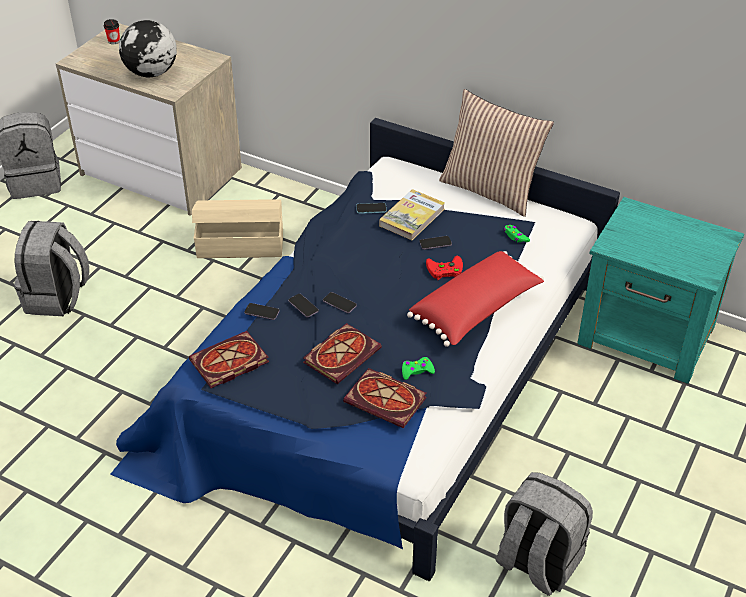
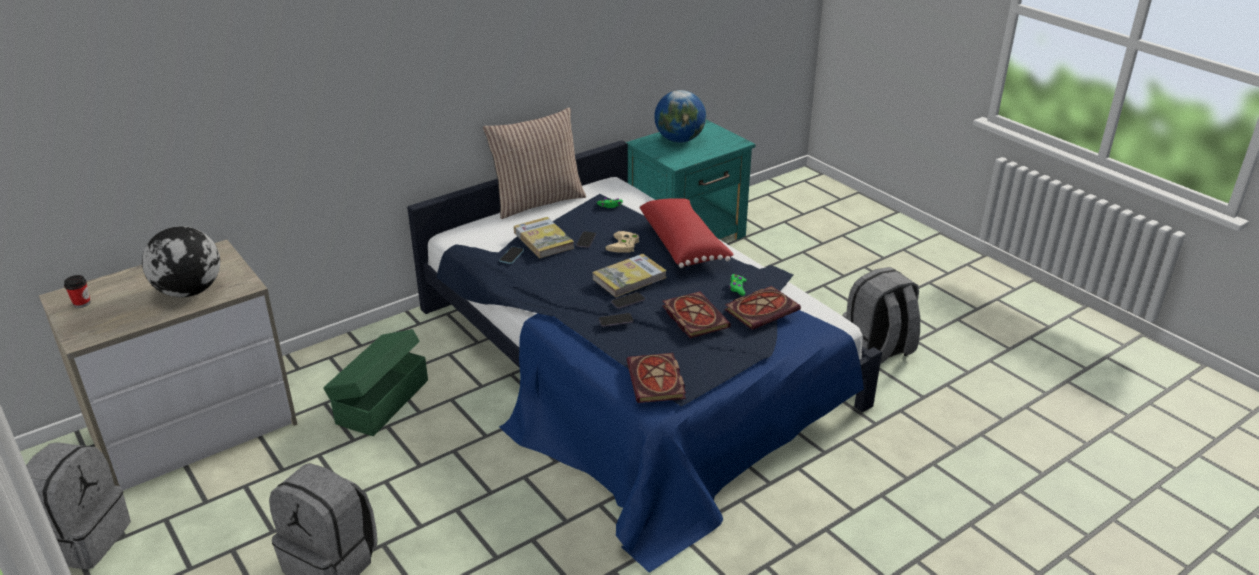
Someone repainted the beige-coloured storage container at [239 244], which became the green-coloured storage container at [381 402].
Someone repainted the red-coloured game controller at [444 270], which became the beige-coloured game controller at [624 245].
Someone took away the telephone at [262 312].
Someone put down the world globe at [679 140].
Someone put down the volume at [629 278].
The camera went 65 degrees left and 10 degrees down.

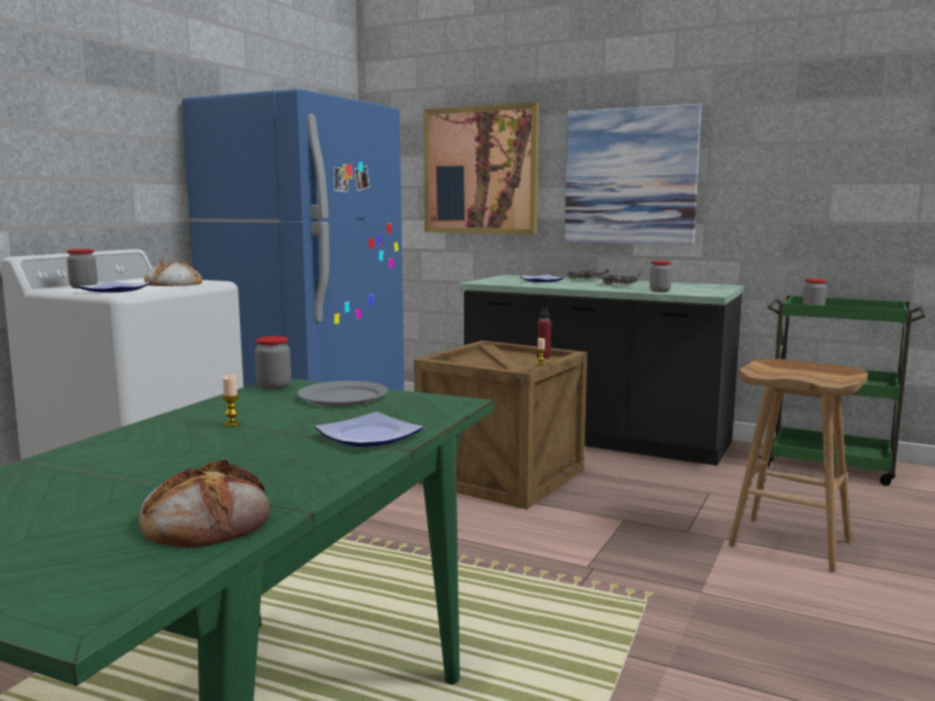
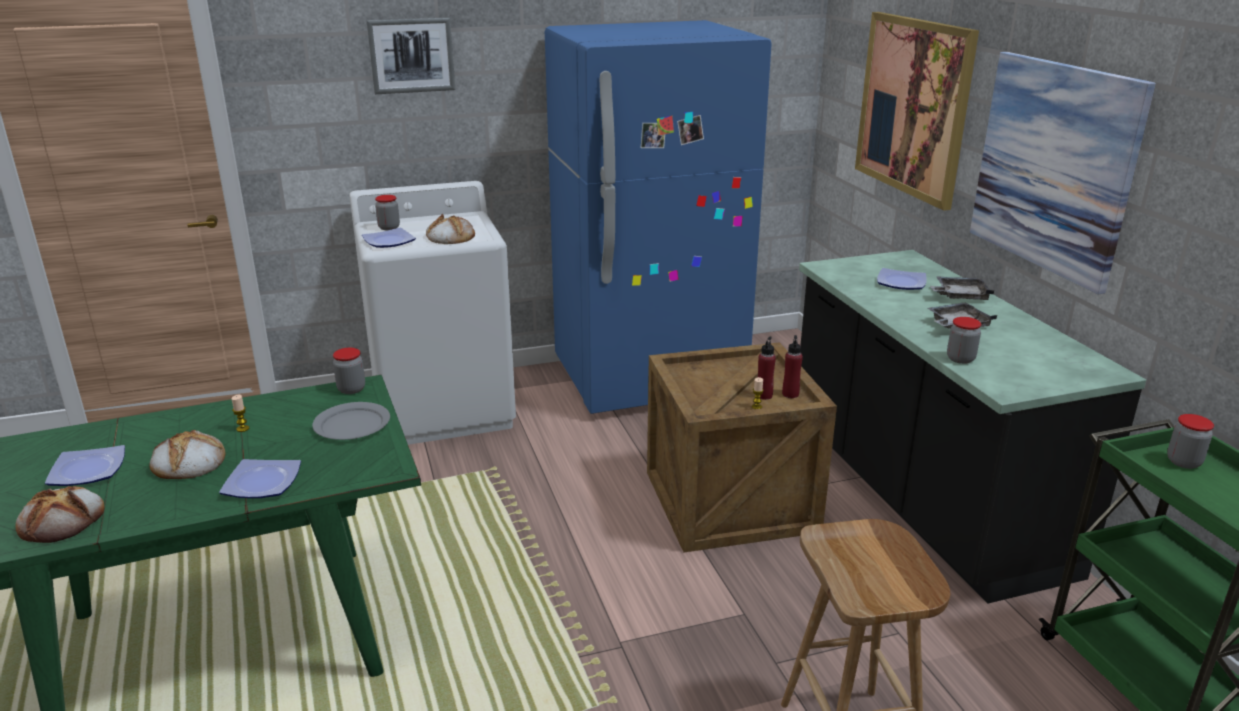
Someone put up the picture at [411 55].
Someone put down the red-coloured drink bottle at [764 395].
Someone put down the bread at [188 462].
Someone put down the dinner plate at [89 470].
The camera went 45 degrees right and 15 degrees up.

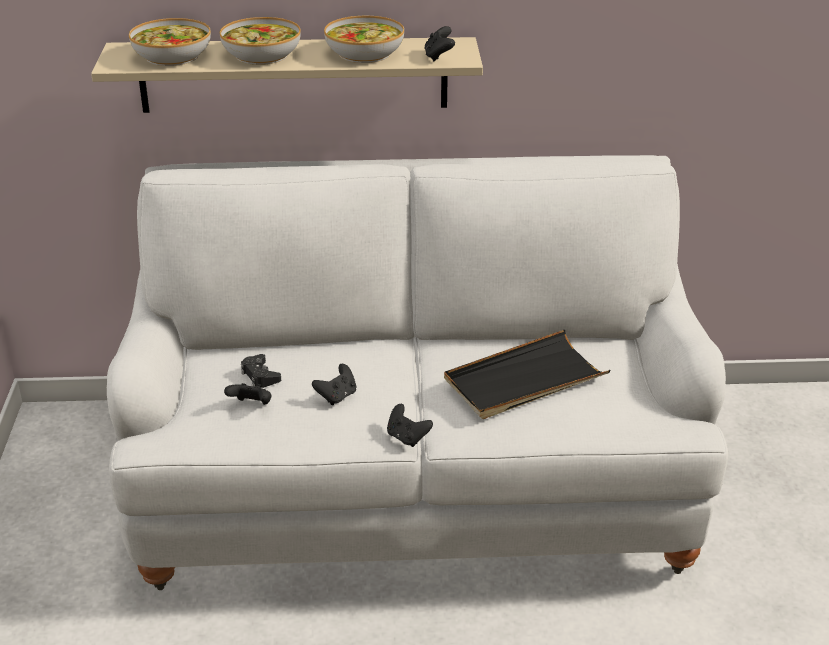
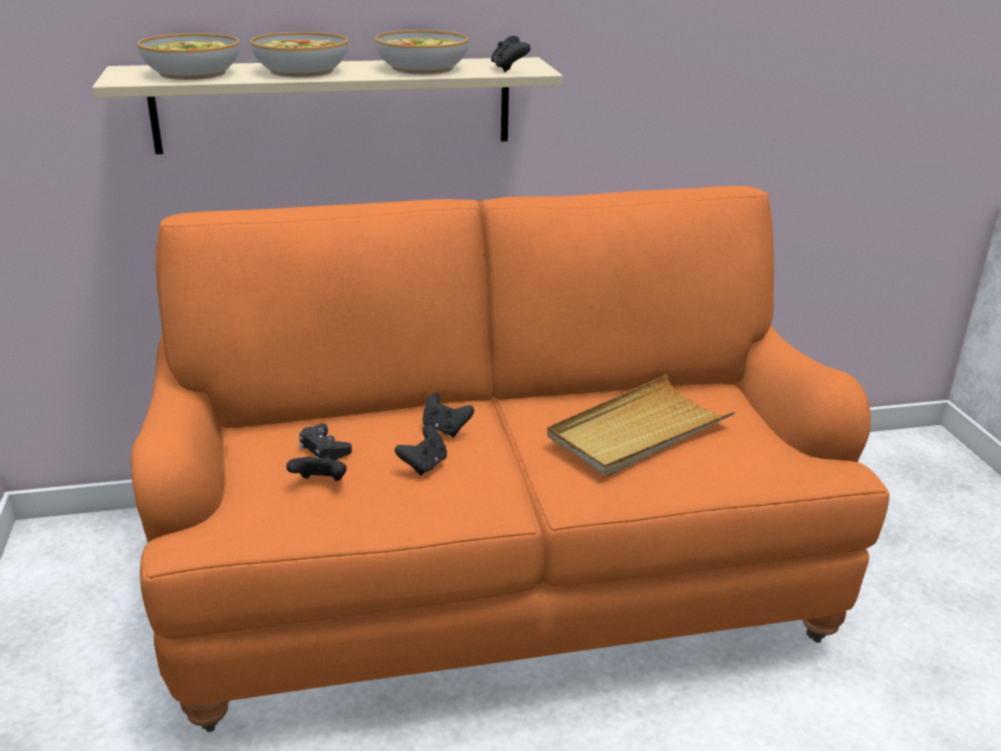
Someone repainted the white settee at [414 489], which became the orange settee at [496 577].
Someone repainted the blackish tray at [524 380], which became the beige-coloured tray at [638 431].
Someone carried the blackish game controller from [407 438] to [445 429].
The camera went 10 degrees left and 5 degrees down.

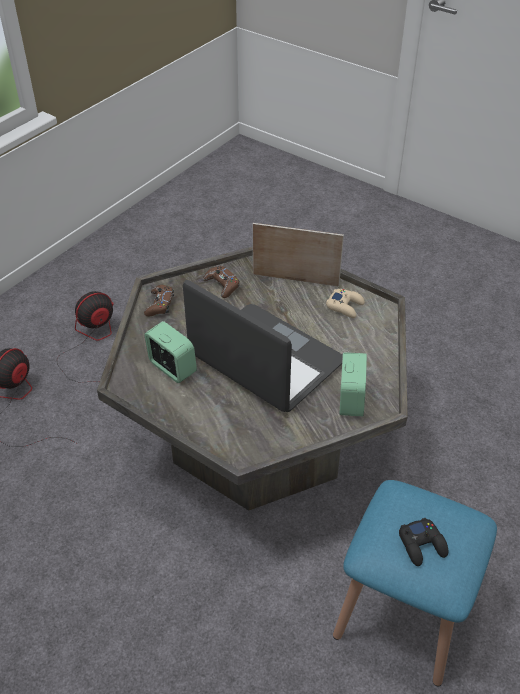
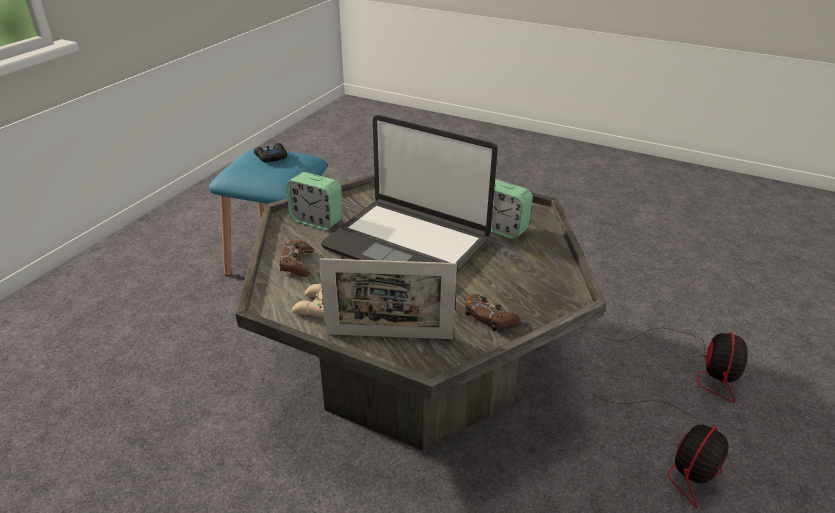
Someone carried the brown-coloured game controller from [159 305] to [297 264].
Someone rotated the bedside clock at [351 400] by 60 degrees counterclockwise.
The camera went 170 degrees right and 10 degrees down.

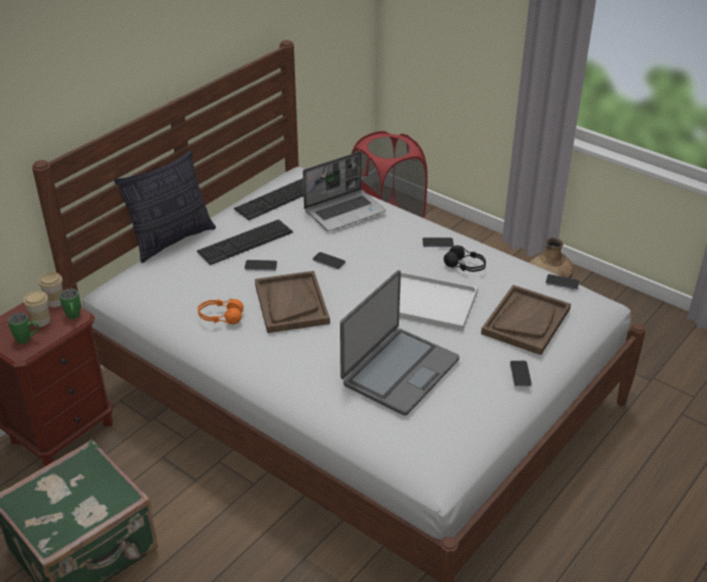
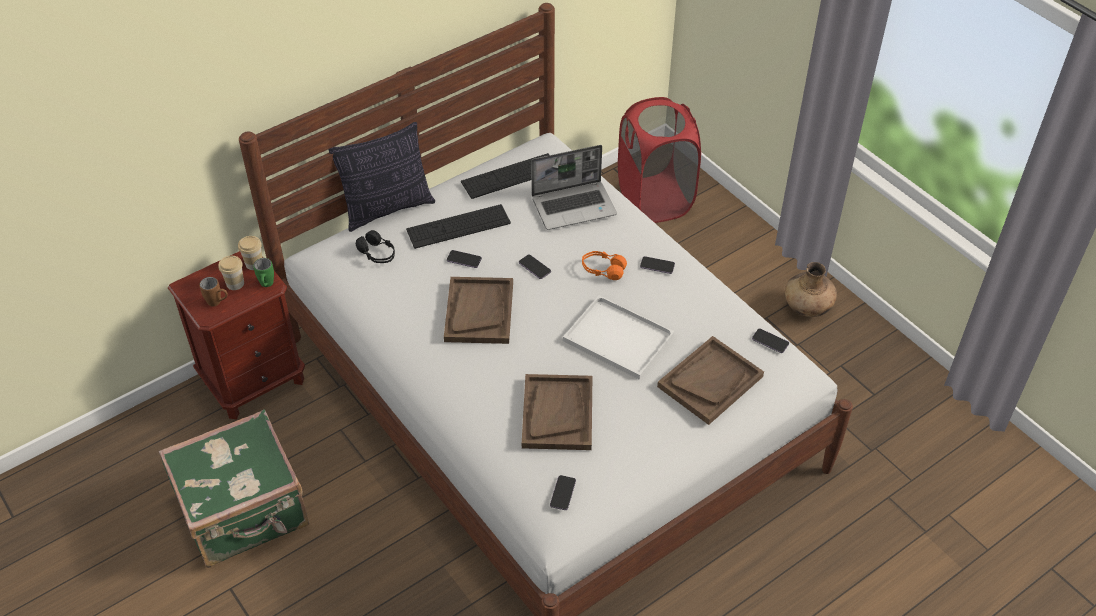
Someone carried the blackish headset from [465 266] to [377 254].
Someone swapped the portable computer at [399 371] for the brown-coloured tray at [557 413].
Someone carried the orange headset from [220 317] to [603 270].
Someone repainted the green-coloured tea mug at [28 339], which became the brown-coloured tea mug at [218 302].
Someone carried the telephone from [520 374] to [563 493].
The camera went 15 degrees right and 10 degrees up.

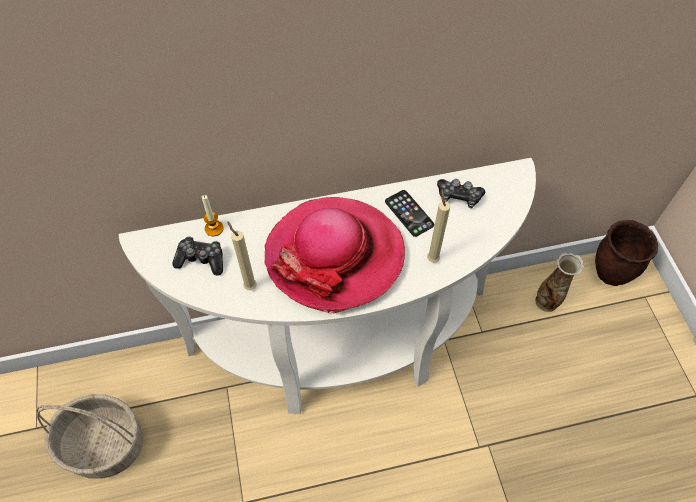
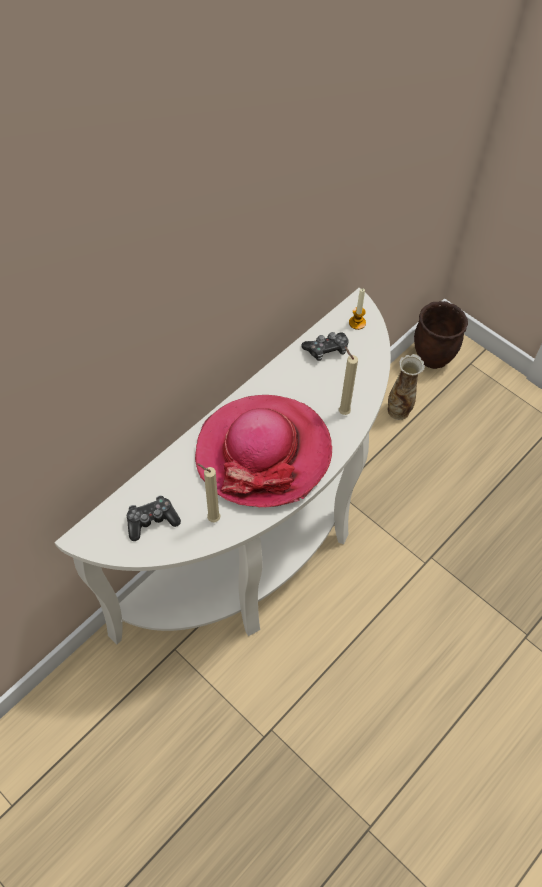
Someone took away the telephone at [409 213].
Someone carried the wax light from [214 228] to [357 323].
Someone took away the storage basket at [104 445].
The camera went 35 degrees left and 0 degrees up.

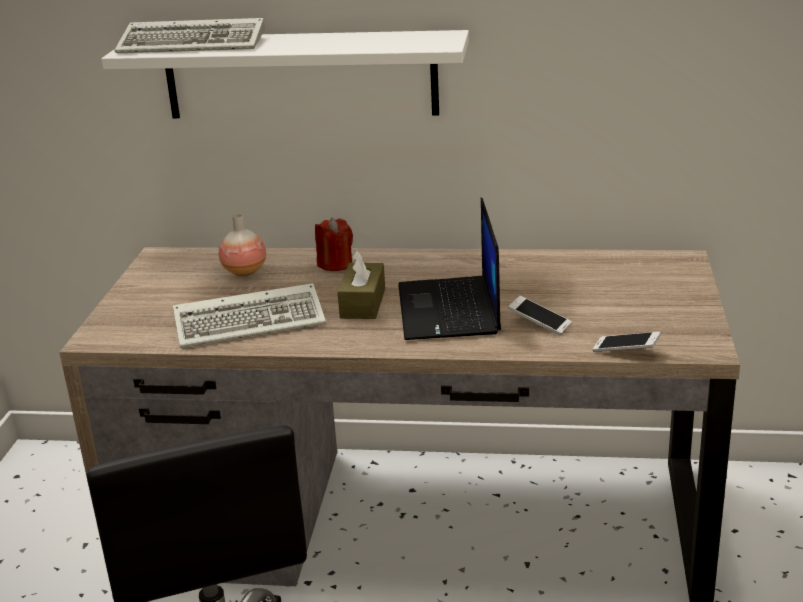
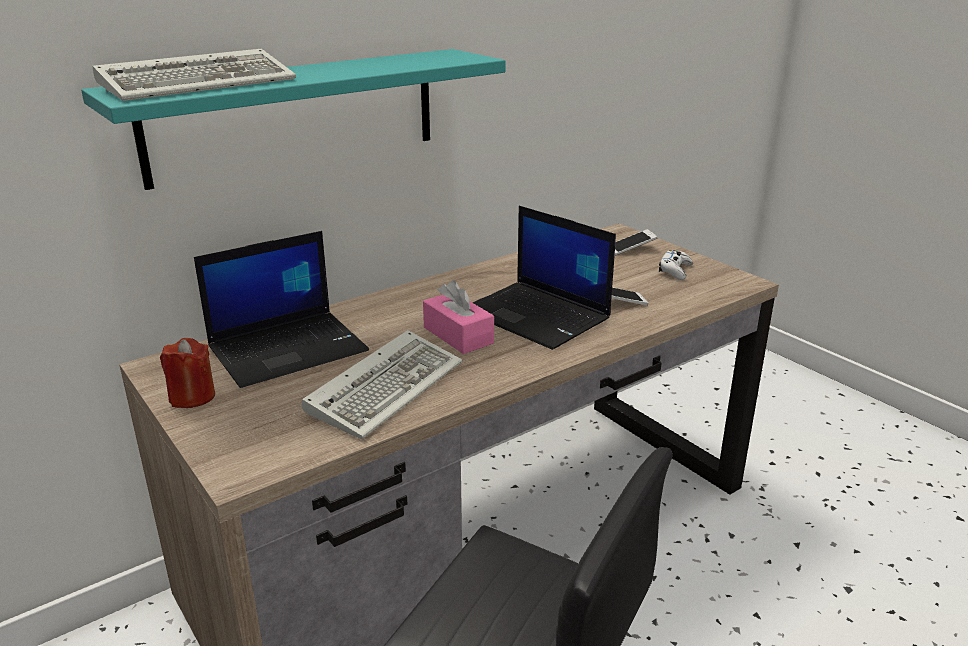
Someone repainted the white bracket shelf at [300 75], which became the turquoise-coloured bracket shelf at [295 115].
Someone swapped the flower vase at [244 271] for the portable computer at [289 348].
Someone carried the red-coloured wax light from [335 264] to [192 397].
Someone repainted the brown-coloured tissue box at [363 303], which became the pinkish tissue box at [458 335].
Someone carried the telephone from [626 351] to [630 249].
Someone put down the white game controller at [675 270].
The camera went 45 degrees left and 0 degrees up.

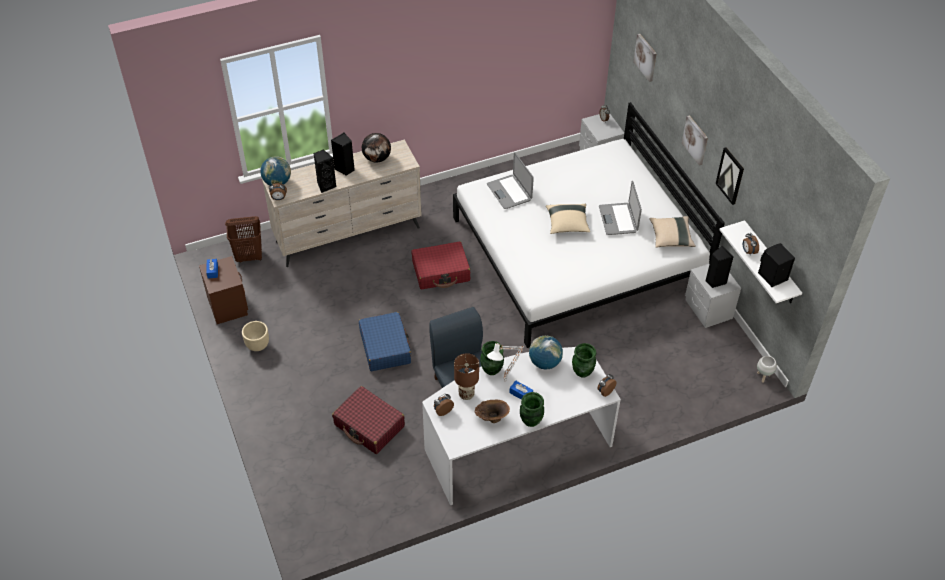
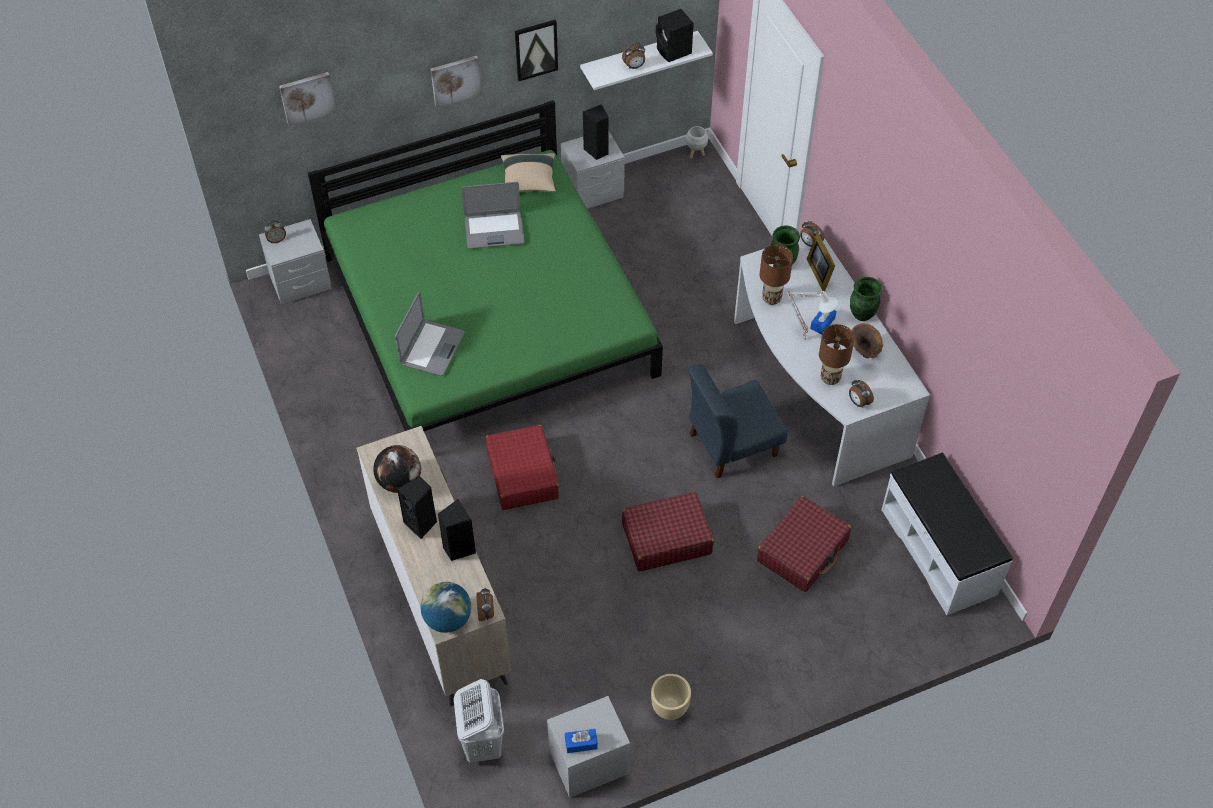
Someone repainted the white bedroom bed at [578 252], which became the green-coloured bedroom bed at [489 315].
Someone rotated the portable computer at [509 192] by 45 degrees counterclockwise.
Someone took away the beige-coloured cushion at [567 224].
Someone repainted the brown-coloured laundry basket at [249 256], which became the white laundry basket at [482 743].
Someone repainted the brown-coloured night table at [227 305], which became the gray night table at [589 763].
Someone repainted the blue-coloured piece of luggage at [385 347], which became the red-coloured piece of luggage at [666 538].
Someone swapped the world globe at [545 362] for the brown-coloured lamp for a table at [771 299].
Someone took away the green-coloured flower vase at [492 370].
Someone put down the photo frame at [820 272].
Someone put down the white bench at [939 551].
The camera went 90 degrees left and 5 degrees up.

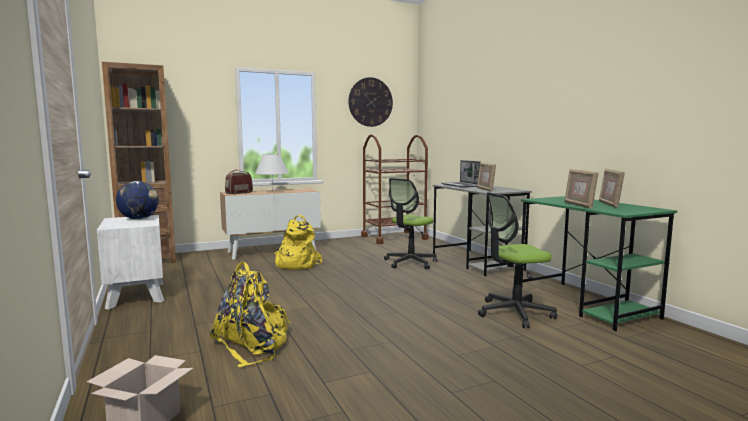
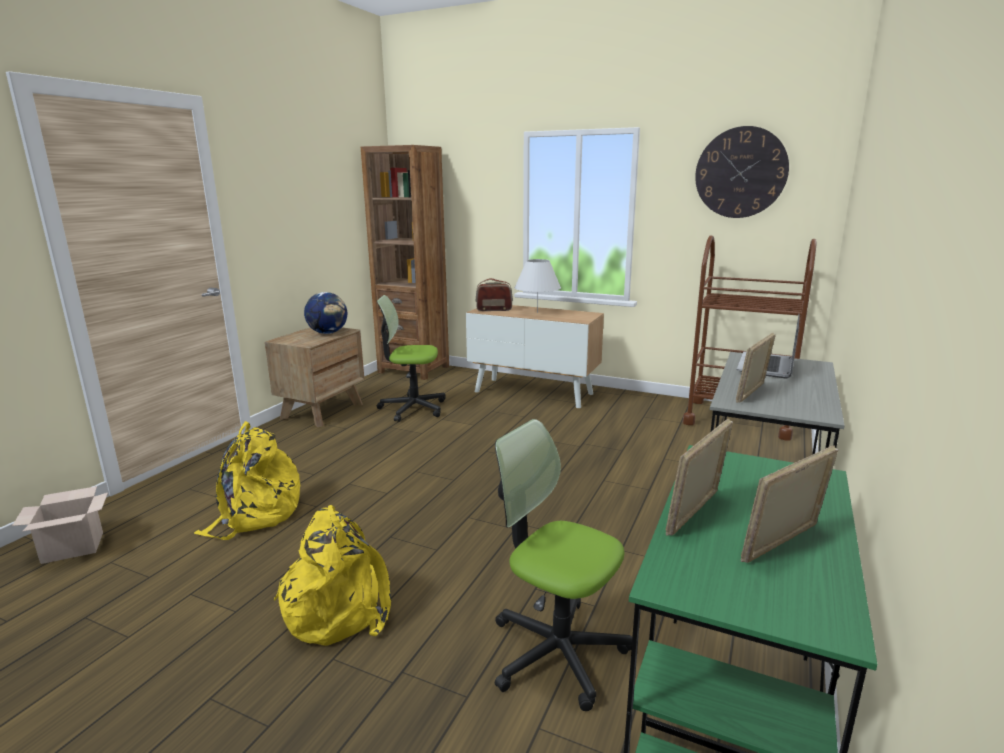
Someone carried the computer chair from [410 263] to [413 408].
Someone repainted the white night table at [136 295], which became the brown-coloured night table at [322 411].
Someone carried the yellow-coloured knapsack from [295 265] to [339 607].
The camera went 50 degrees right and 10 degrees up.

